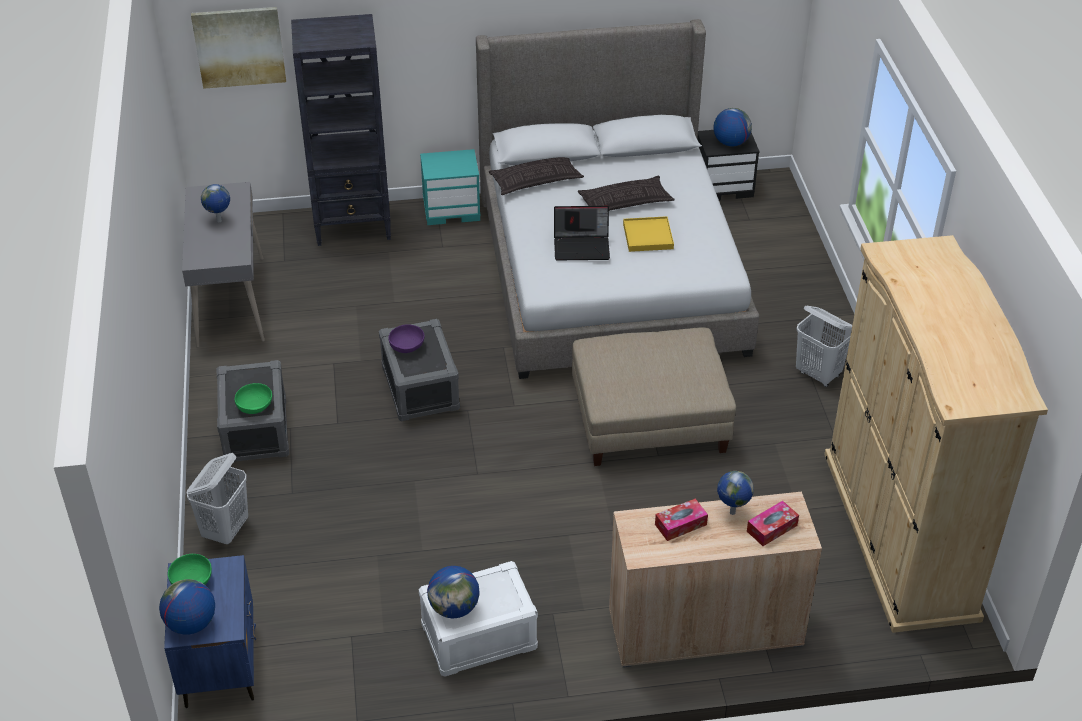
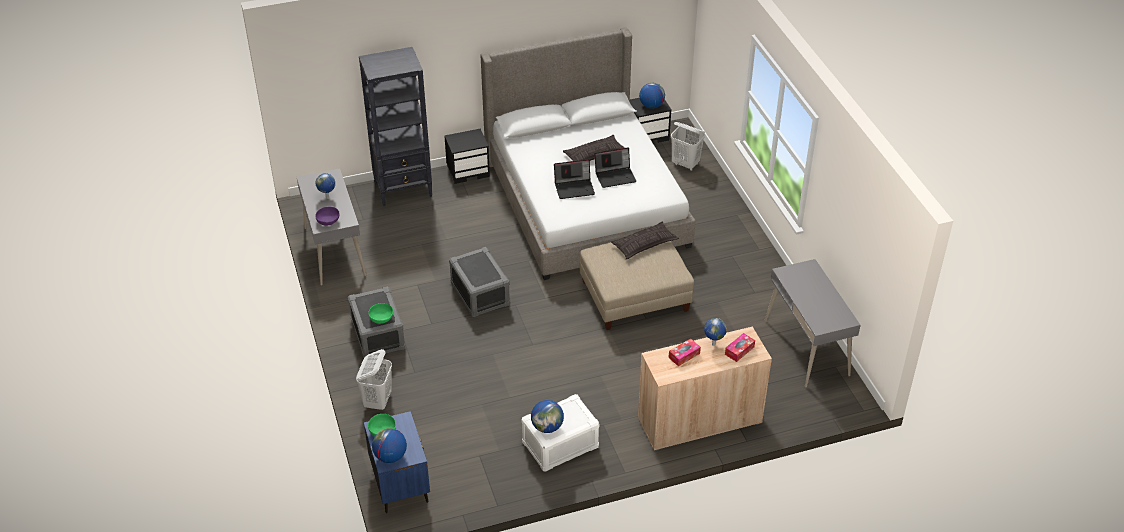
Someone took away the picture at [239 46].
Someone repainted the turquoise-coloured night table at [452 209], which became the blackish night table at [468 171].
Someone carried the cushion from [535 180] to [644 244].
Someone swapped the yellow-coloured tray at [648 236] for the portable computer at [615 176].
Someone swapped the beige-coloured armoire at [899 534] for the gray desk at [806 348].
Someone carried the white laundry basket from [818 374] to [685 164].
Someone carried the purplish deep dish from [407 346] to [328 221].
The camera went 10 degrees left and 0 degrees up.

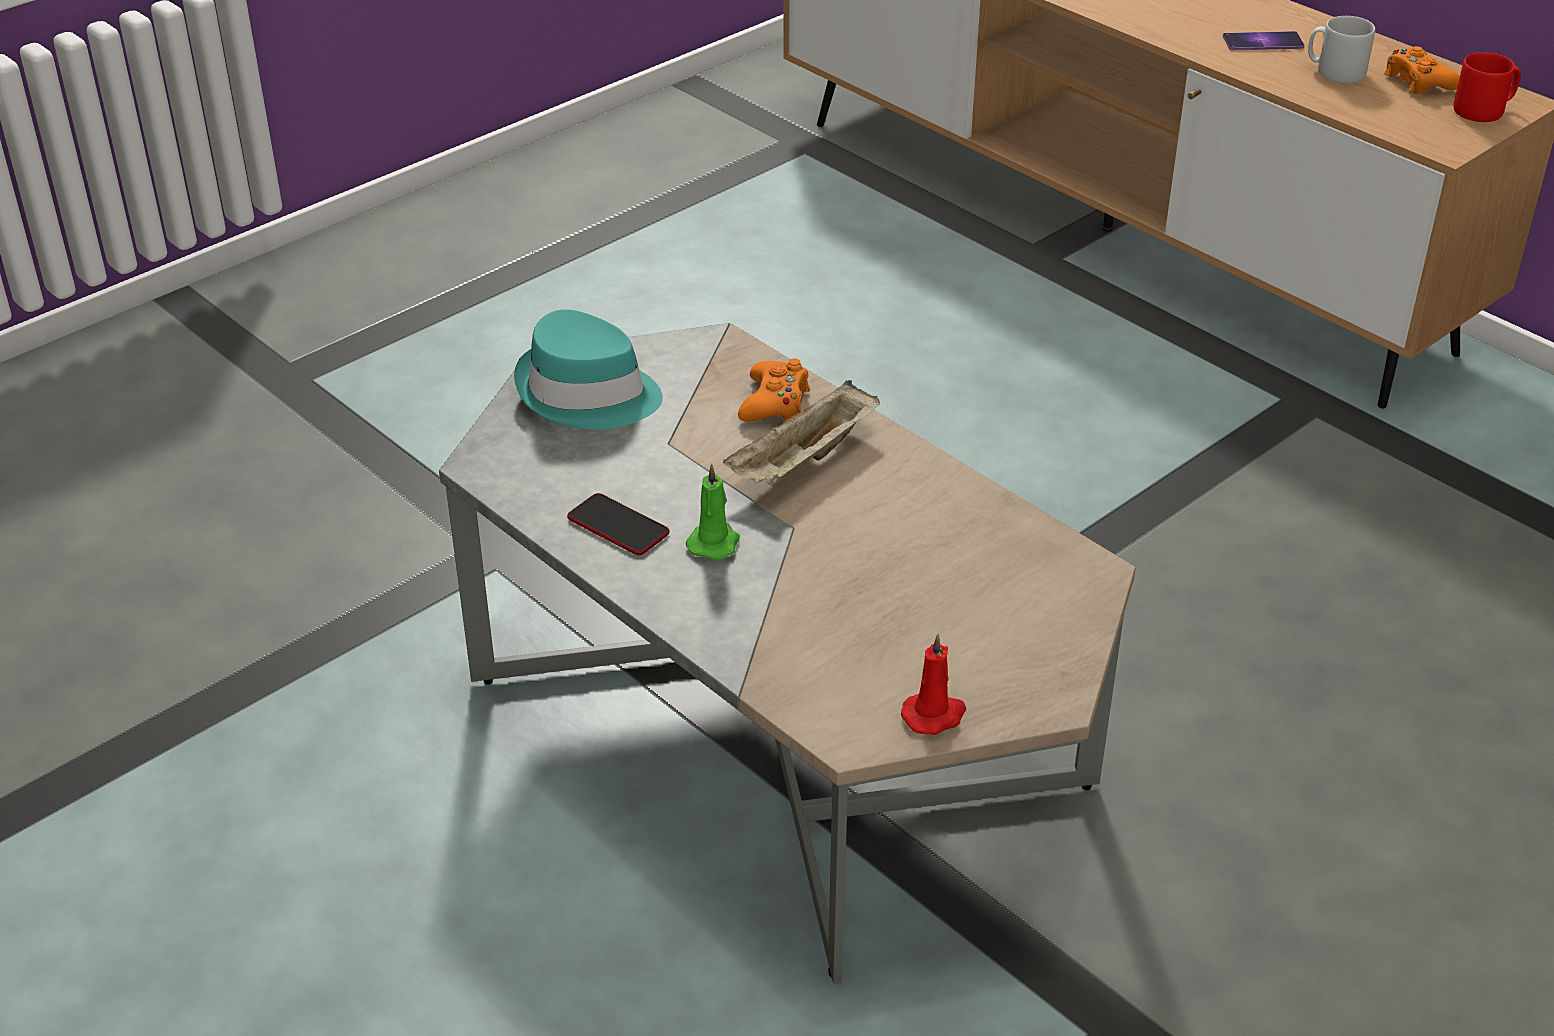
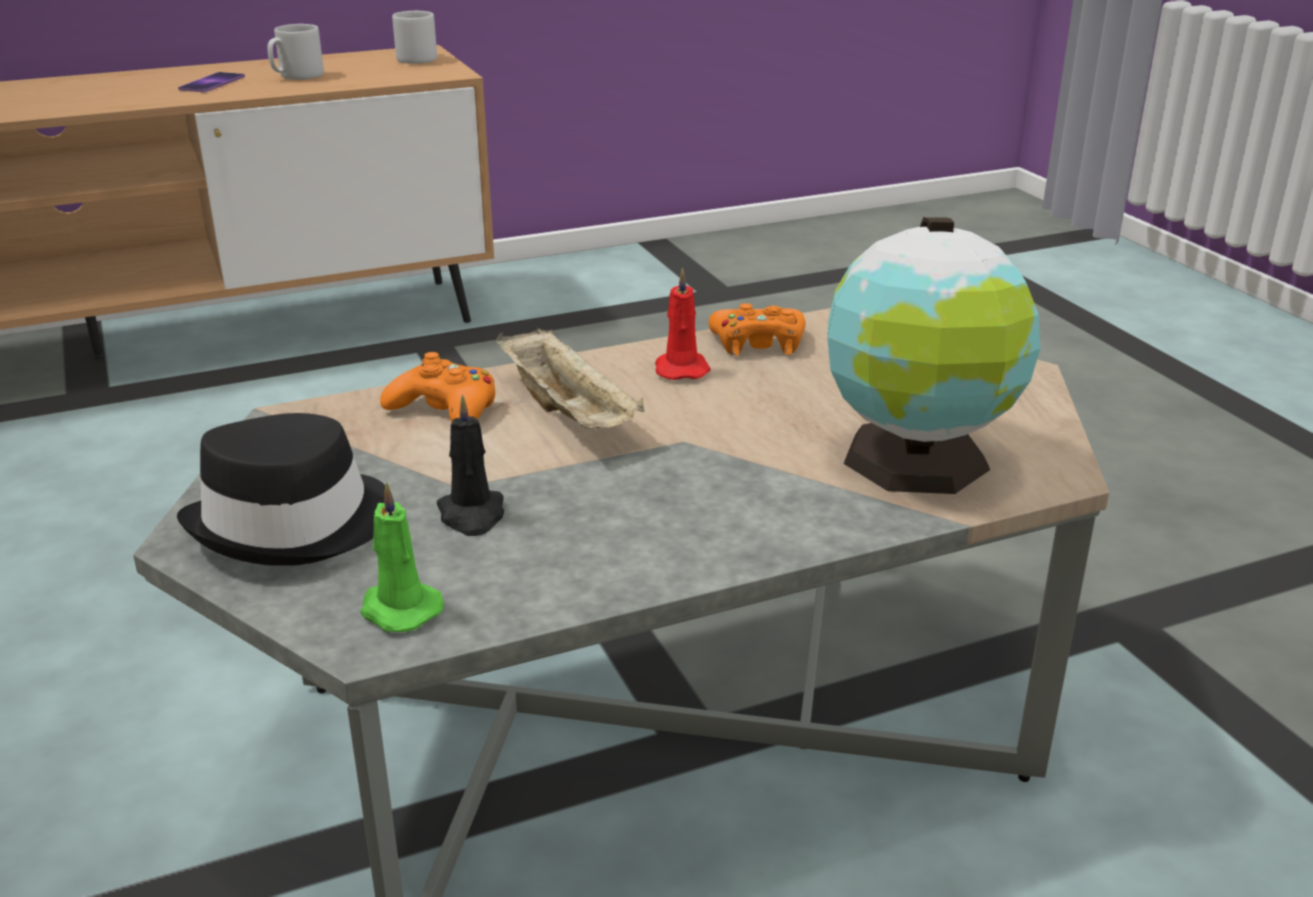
Someone carried the orange game controller from [1418 81] to [758 343].
Someone repainted the red-coloured tea mug at [1484 110], which became the gray tea mug at [418 58].
Someone repainted the turquoise-coloured hat at [587 394], which became the blackish hat at [295 524].
Someone carried the green-coloured wax light from [714 542] to [398 609].
Someone took away the telephone at [618 526].
Someone carried the red-coloured wax light from [934 715] to [681 369].
Someone put down the world globe at [917 463].
Someone put down the blackish wax light at [472 515].
The camera went 70 degrees left and 10 degrees down.

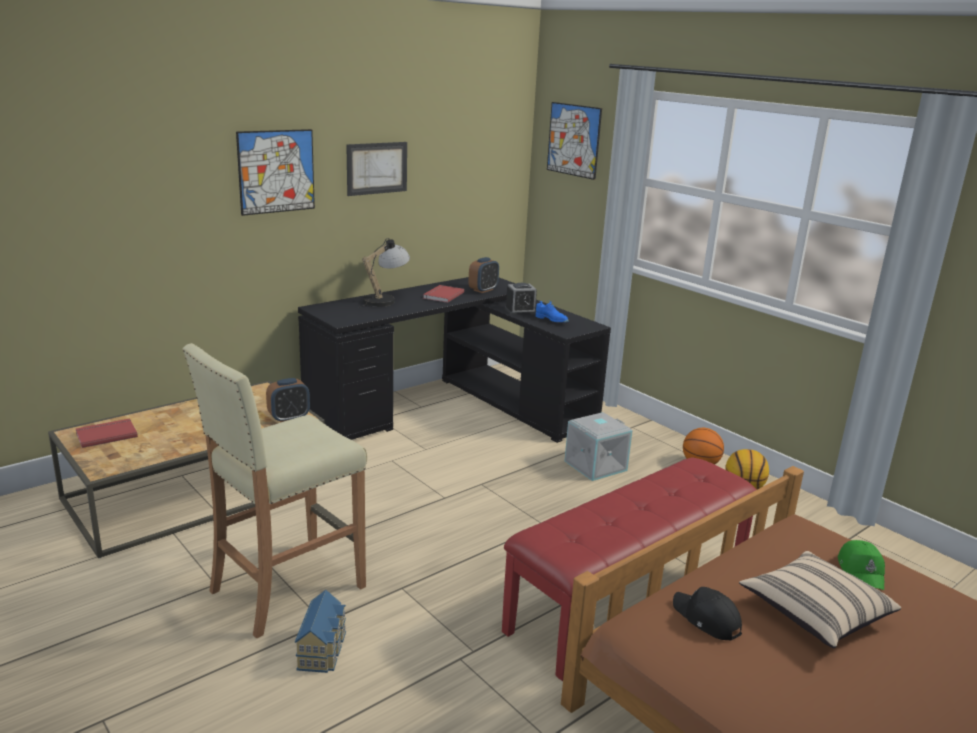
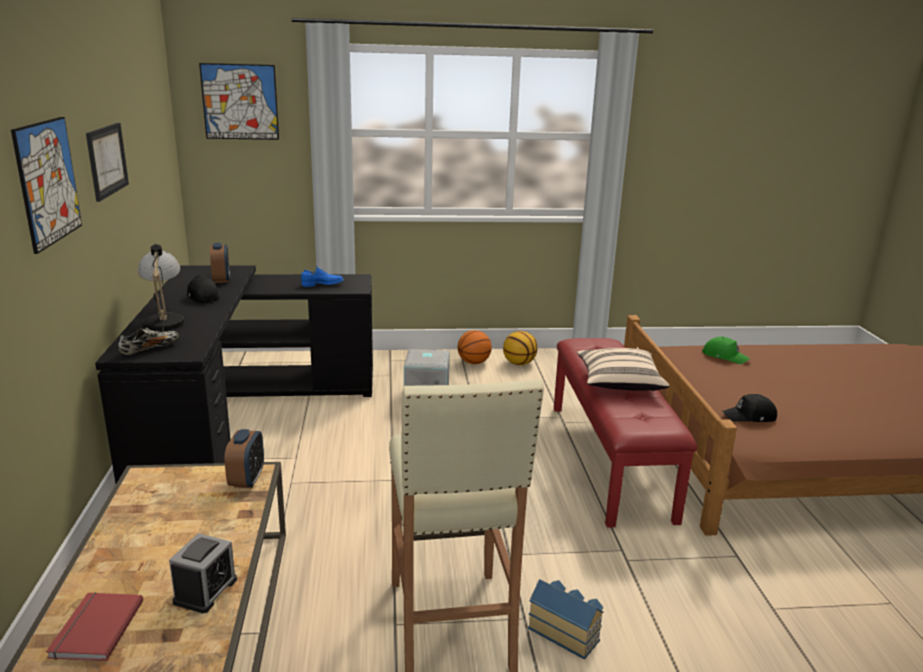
Someone carried the bedside clock from [520 311] to [205 591].
Someone swapped the red-coloured volume at [442 295] for the blackish peaked cap at [202 296].
Someone carried the beige-coloured cushion from [814 614] to [619 383].
Someone put down the item of footwear at [150 349].
The camera went 55 degrees left and 0 degrees up.

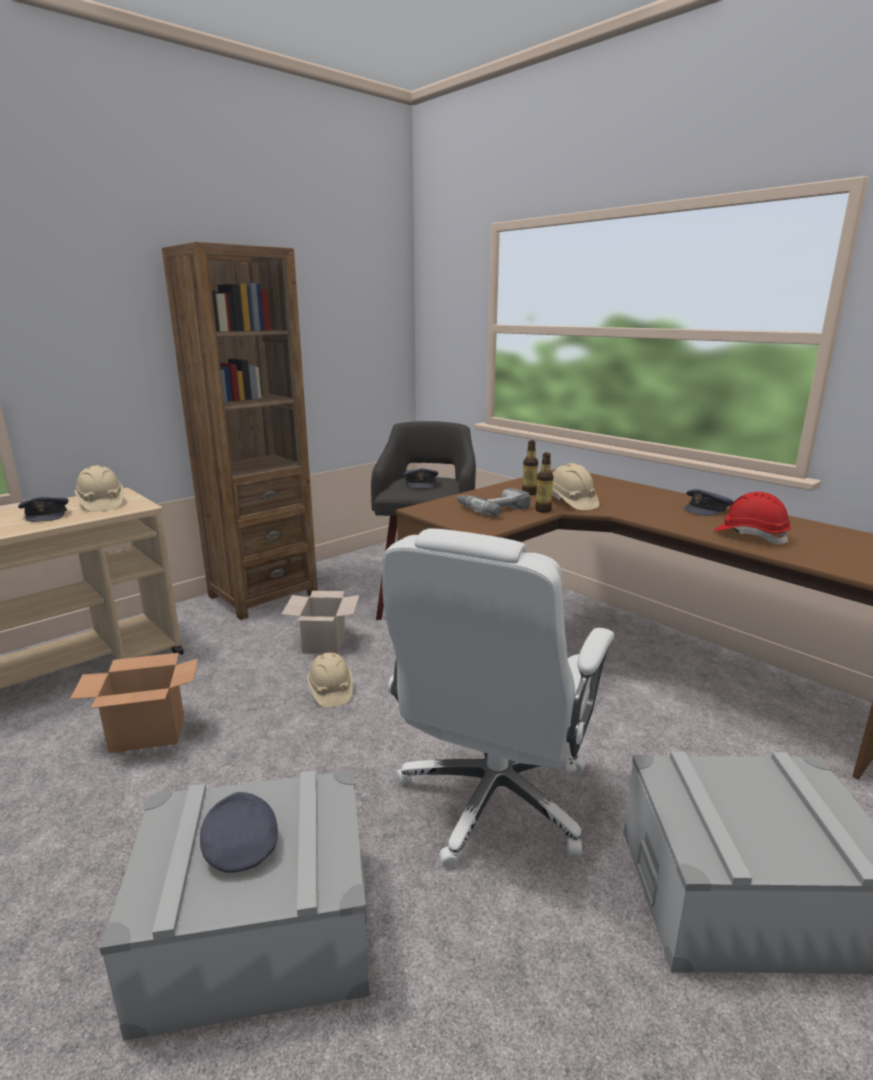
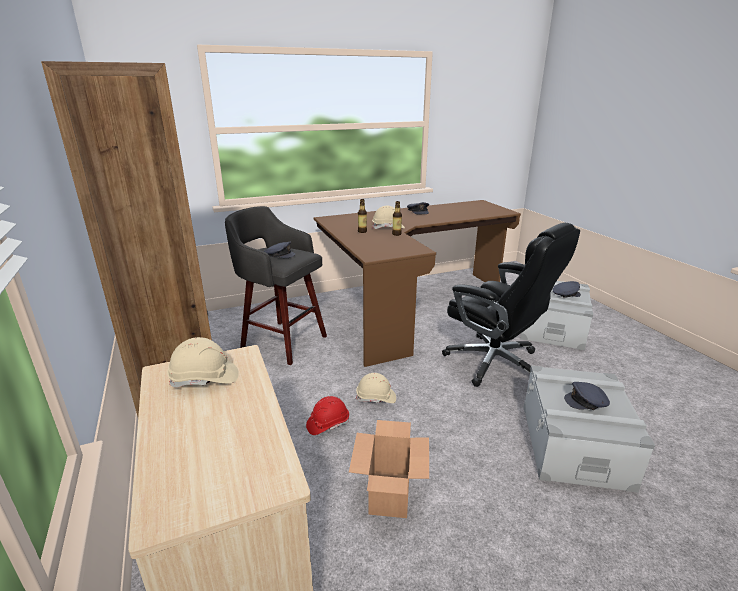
Someone took away the electric drill at [492 507].
Someone carried the red-coloured hard hat from [750 536] to [328 424].
Someone carried the gray peaked cap from [46 515] to [565 294].
Someone repainted the white computer chair at [493 800], which became the blackish computer chair at [495 363].
Someone took away the packing box at [323 642].
The camera went 70 degrees left and 5 degrees up.

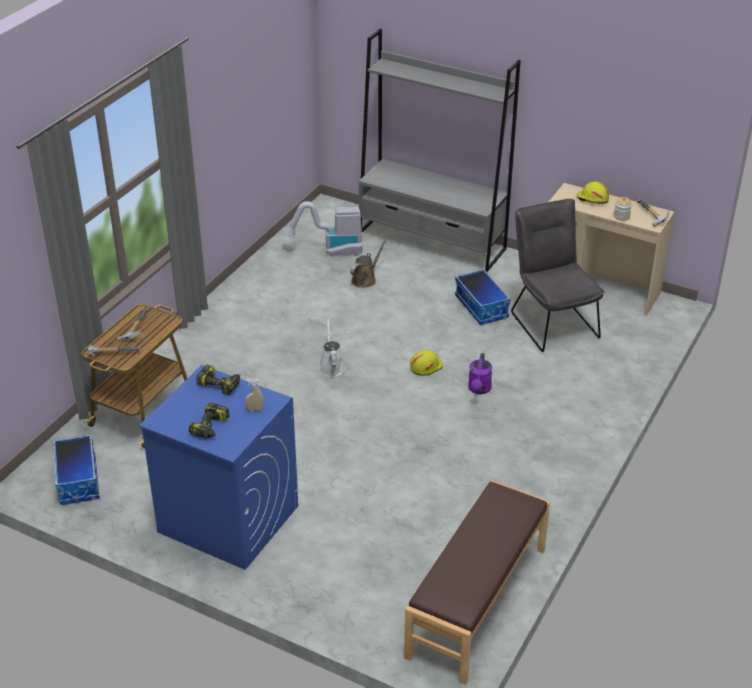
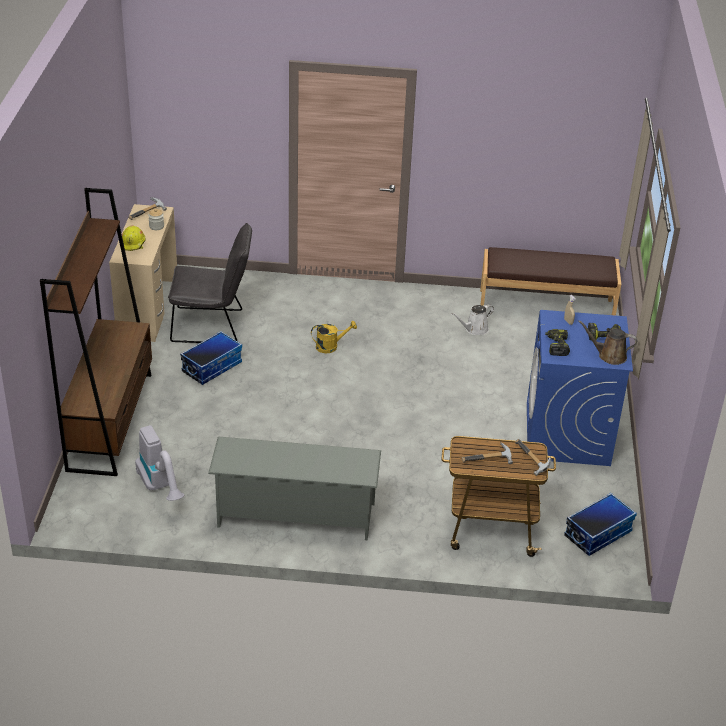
Someone repainted the gray bookcase at [432 241], which became the brown-coloured bookcase at [110 421].
Someone rotated the gray plain chair at [551 321] by 135 degrees counterclockwise.
Someone carried the brown-coloured watering pot from [365 279] to [609 356].
Someone carried the white watering pot from [331 366] to [474 329].
Someone took away the yellow-coloured hard hat at [425 366].
Someone repainted the purplish watering pot at [479 390], which became the yellow-coloured watering pot at [331 346].
Someone put down the gray shoe shelf at [295 515].
The camera went 115 degrees left and 0 degrees up.

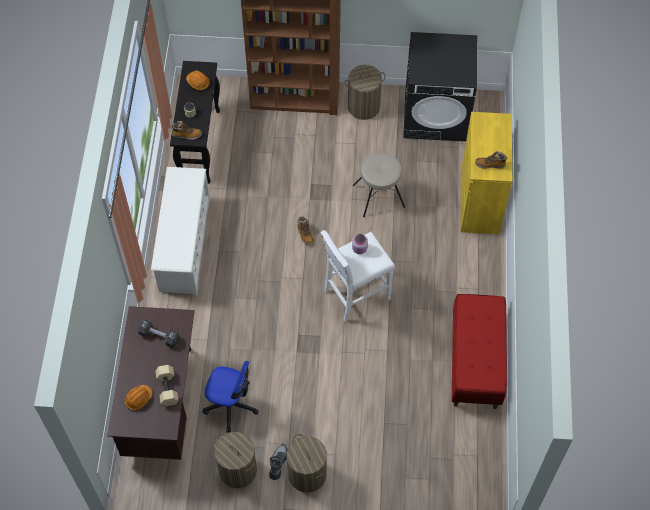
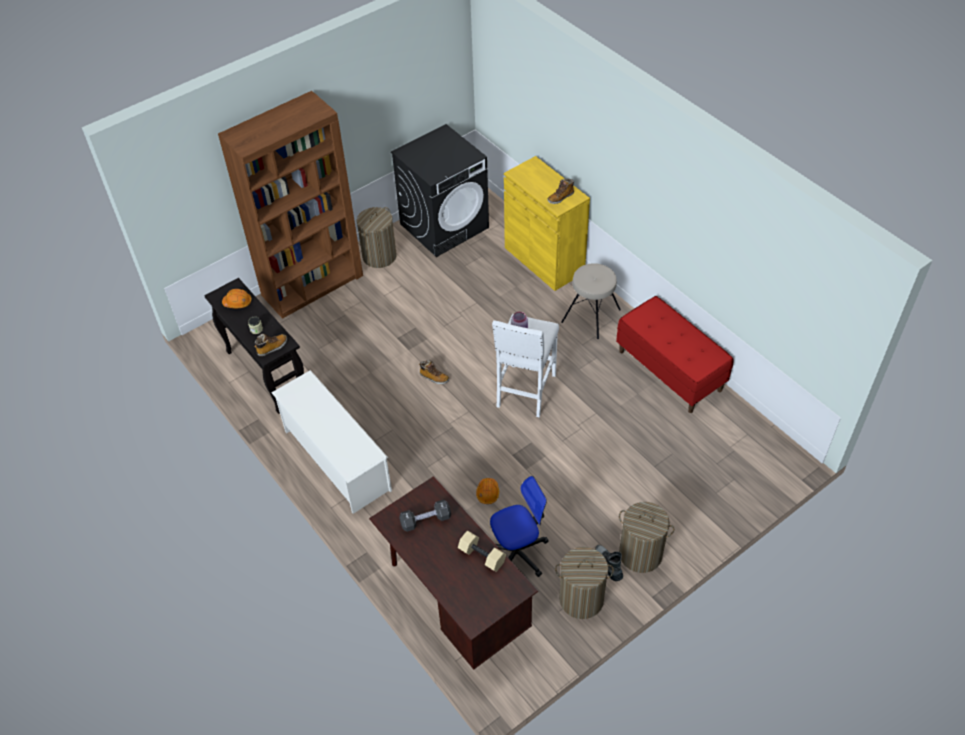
Someone carried the beige-coloured stool from [379 196] to [591 316].
Someone carried the orange hard hat from [138 399] to [487 493].
The camera went 40 degrees left and 10 degrees down.

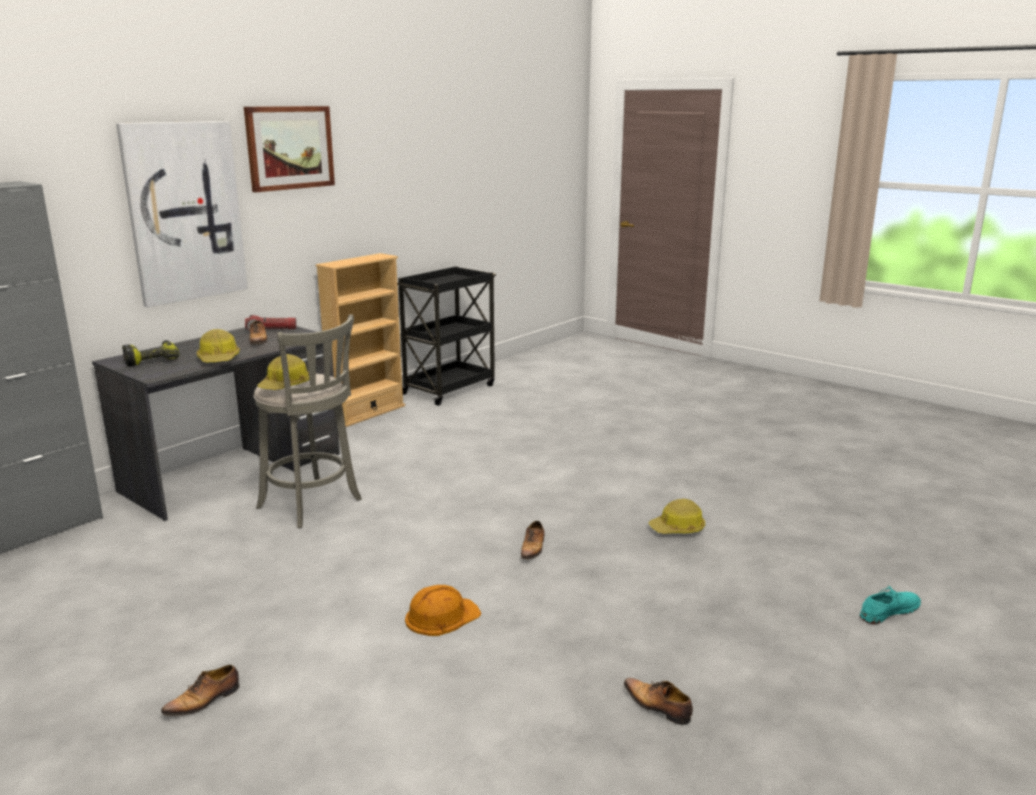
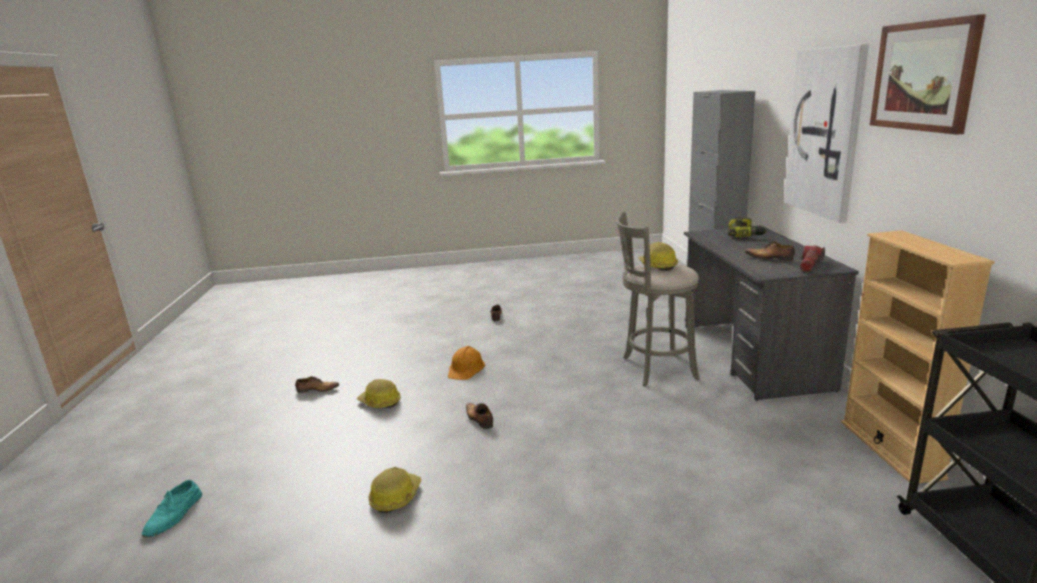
Someone carried the hard hat from [219 359] to [380 402].
The camera went 135 degrees right and 0 degrees up.

